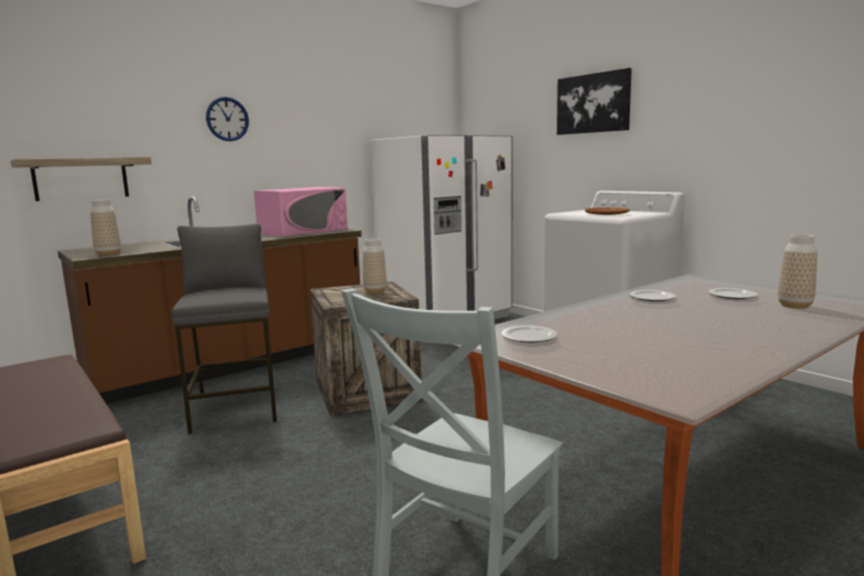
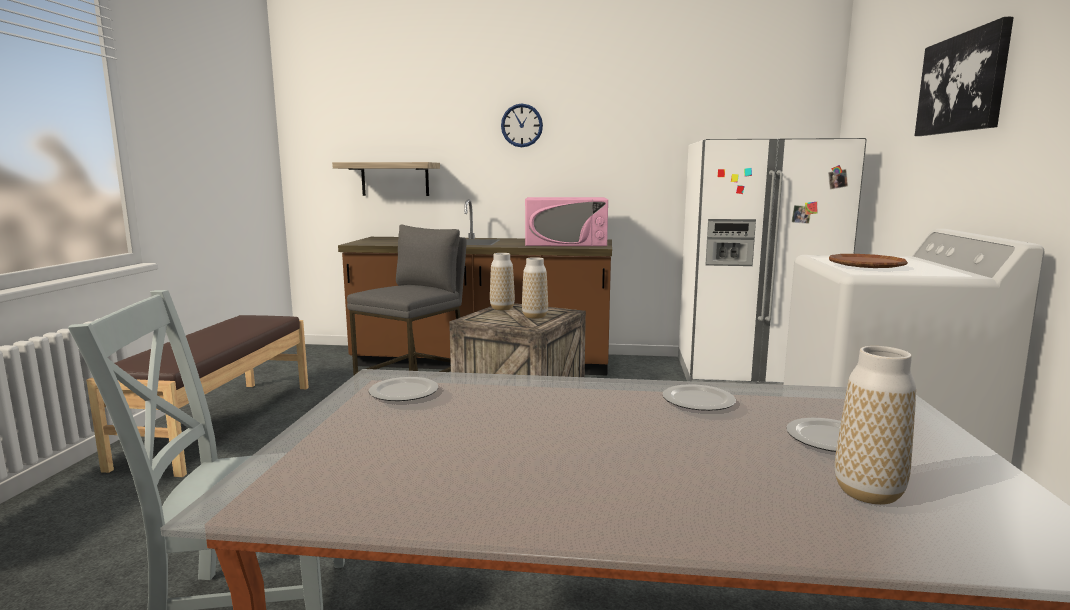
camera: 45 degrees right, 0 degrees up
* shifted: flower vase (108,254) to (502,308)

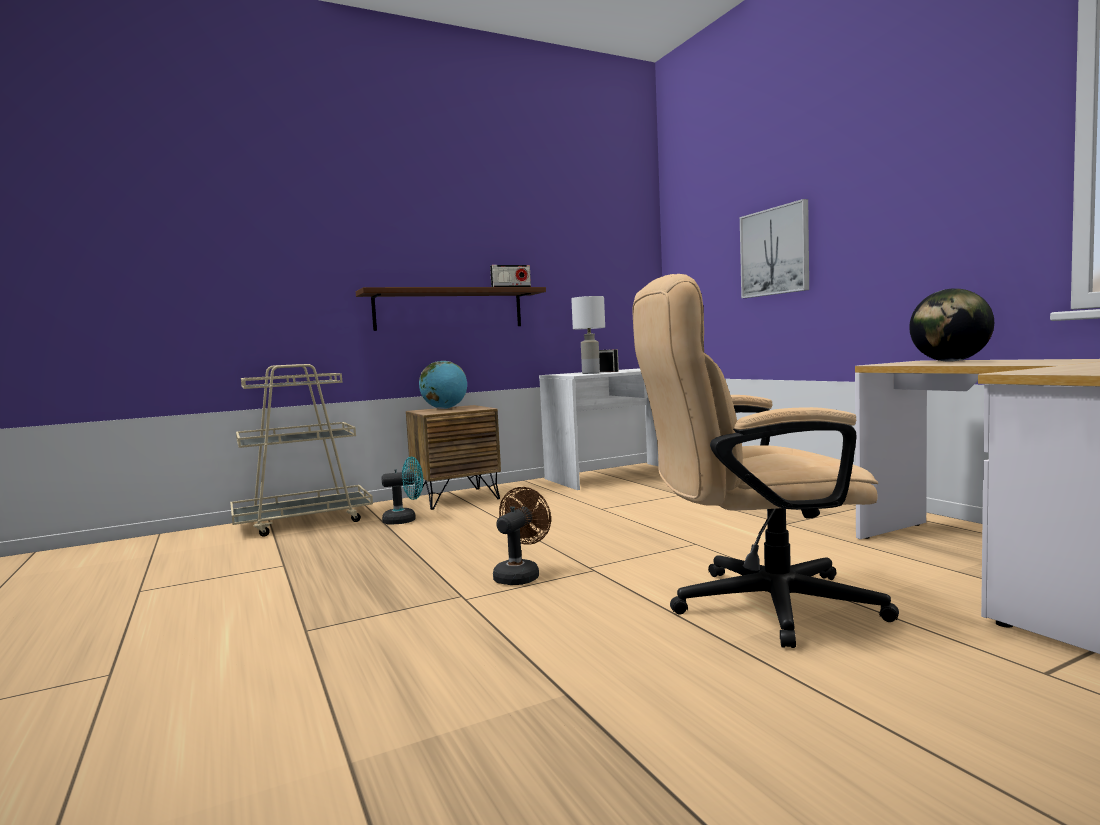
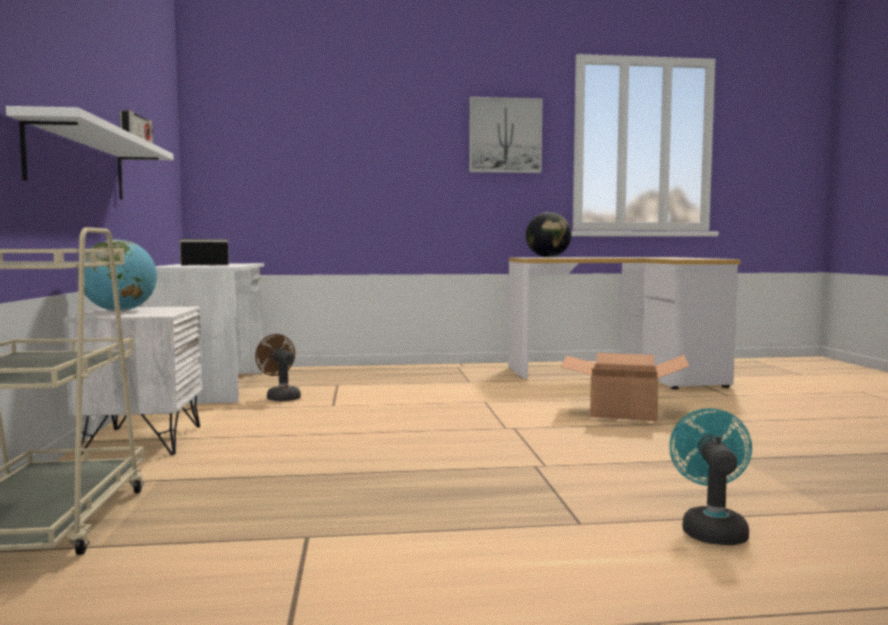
camera: 70 degrees left, 0 degrees up
* gone: white table lamp (591,373)
* shifted: turquoise electric fan (405,520) to (711,529)
* shifted: brown electric fan (520,575) to (280,397)
* shifted: wall art (775,251) to (505,135)
* swapped: beige office chair (754,605) to cardboard box (622,411)
* repainted: brown shelf (449,309) to white shelf (78,162)
* repainted: brown nightstand (456,498) to white nightstand (141,441)

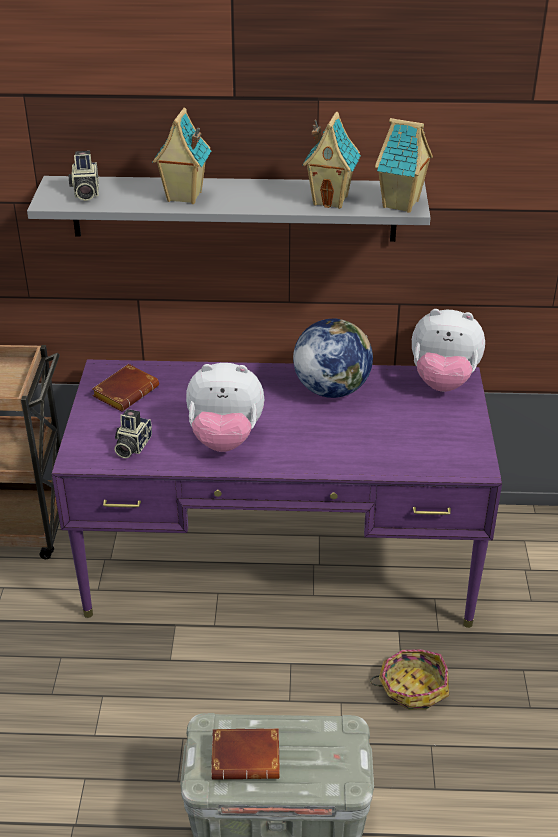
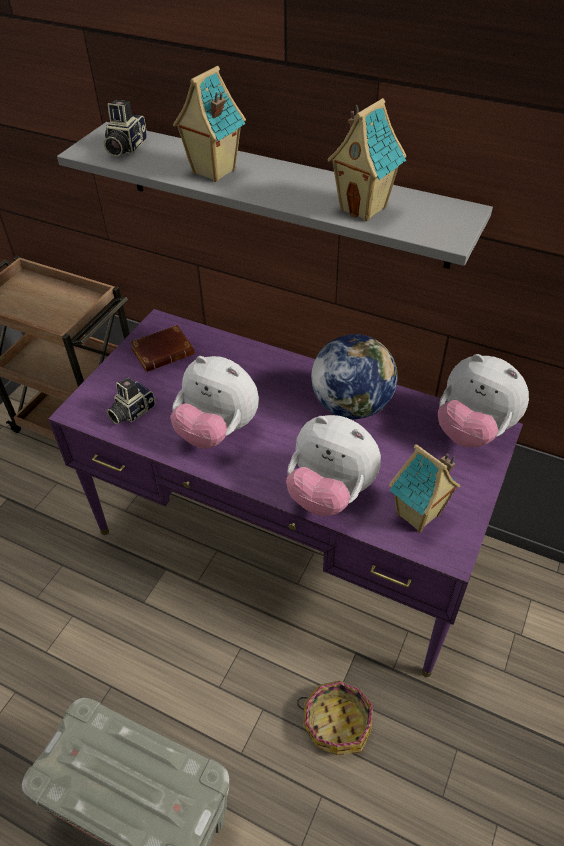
camera: 25 degrees right, 10 degrees up
* gone: brown bound book (248,757)
* new: plush toy (330,493)
* shifted: model house (401,204) to (418,516)

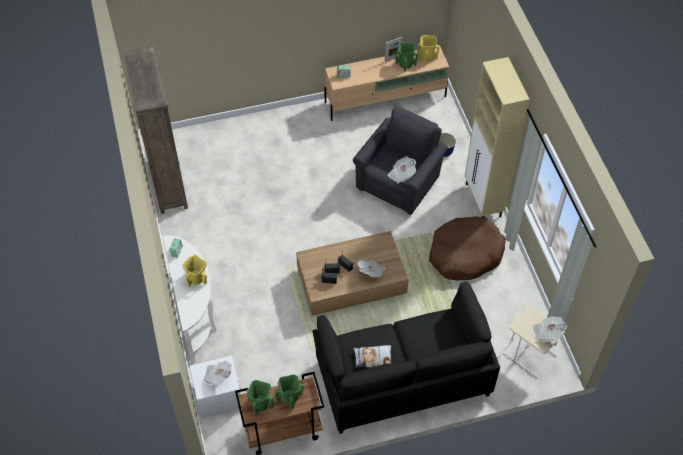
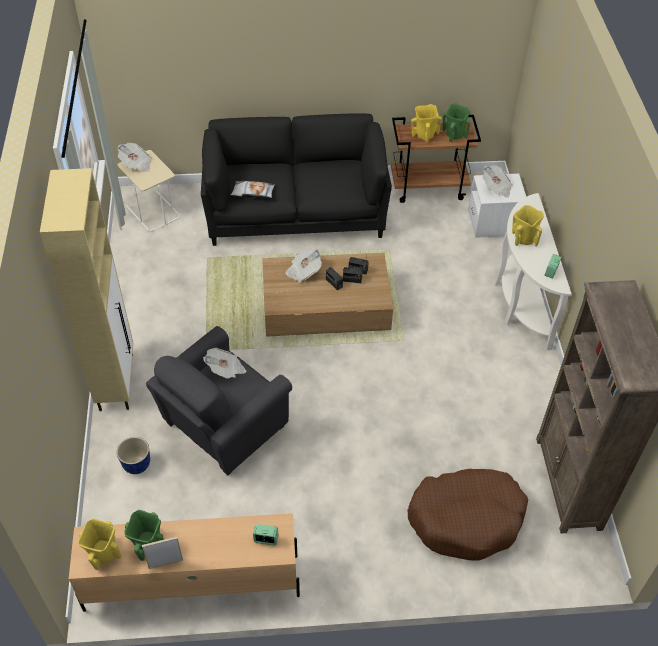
camera: 170 degrees left, 5 degrees down
* shifted: throw pillow (373,357) to (253,192)
* shifted: brown dog bed (465,254) to (466,519)
* repainted: green flower vase (290,398) to yellow-coloured flower vase (424,135)

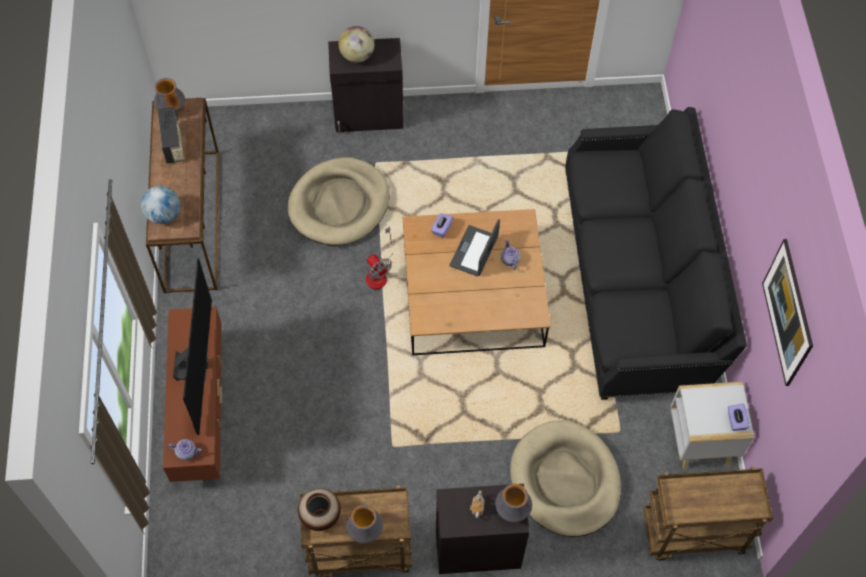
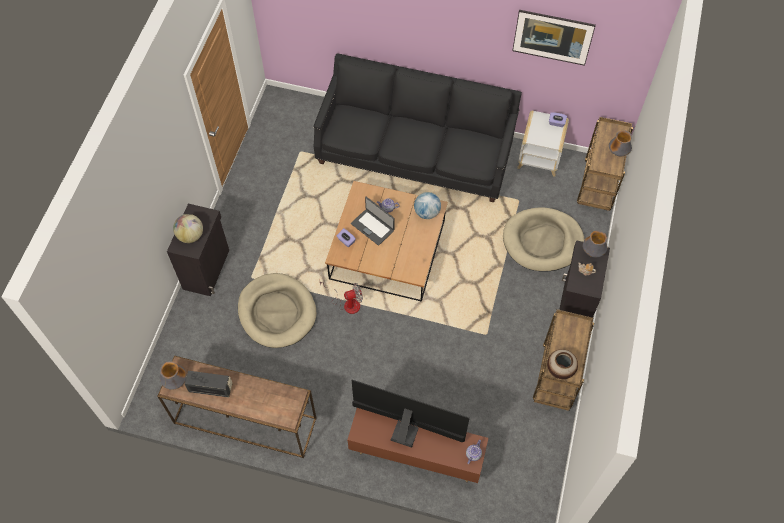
camera: 70 degrees left, 0 degrees up
* shifted: world globe (164,215) to (427,212)
* shifted: flower vase (365,531) to (618,153)

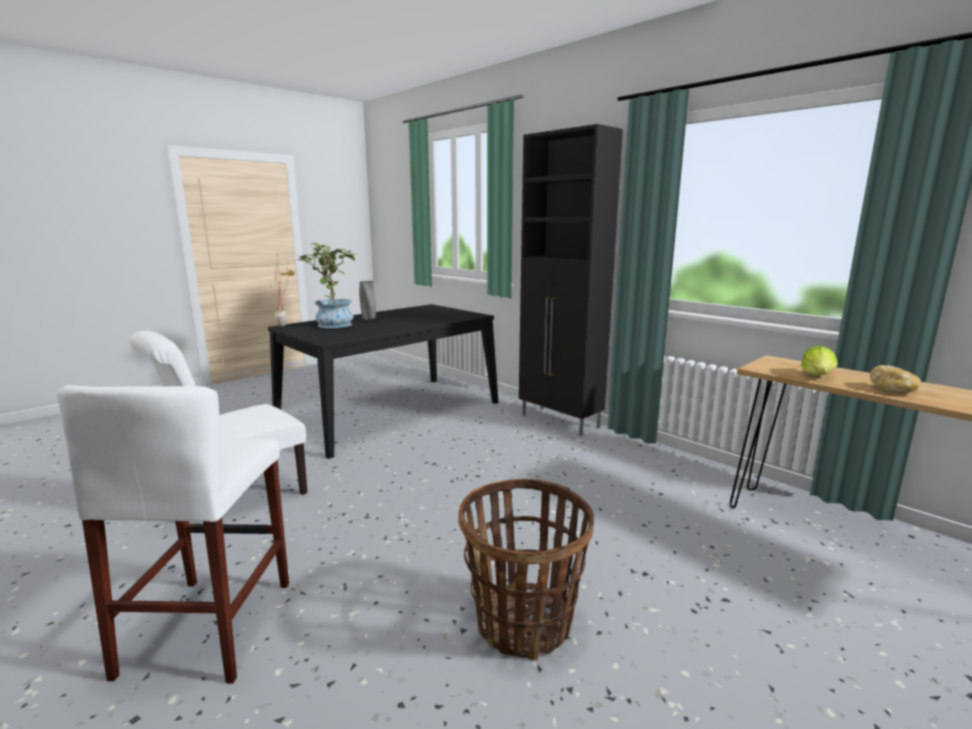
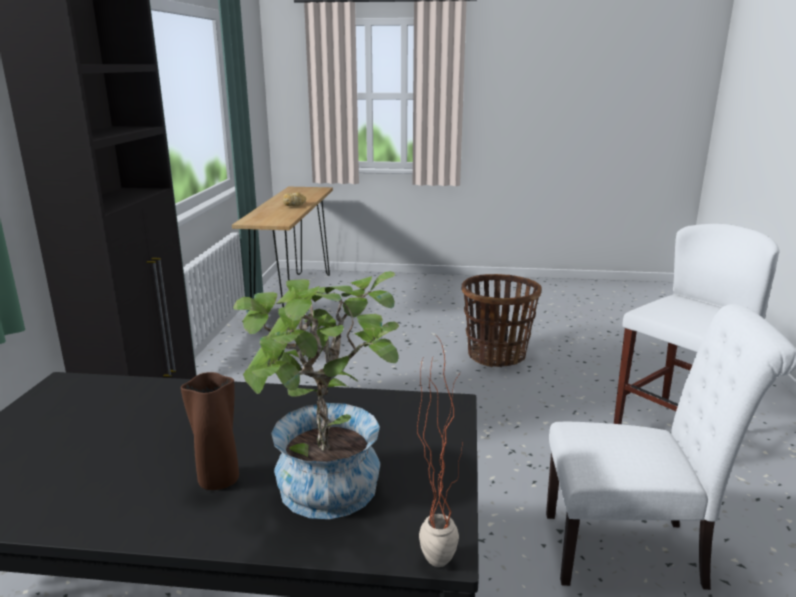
camera: 130 degrees left, 5 degrees up
* gone: lettuce (817,376)
* repainted: grey flower vase (368,319) to brown flower vase (219,481)

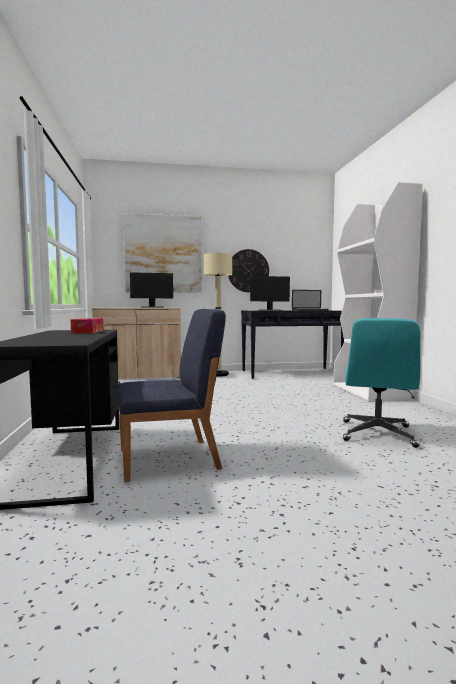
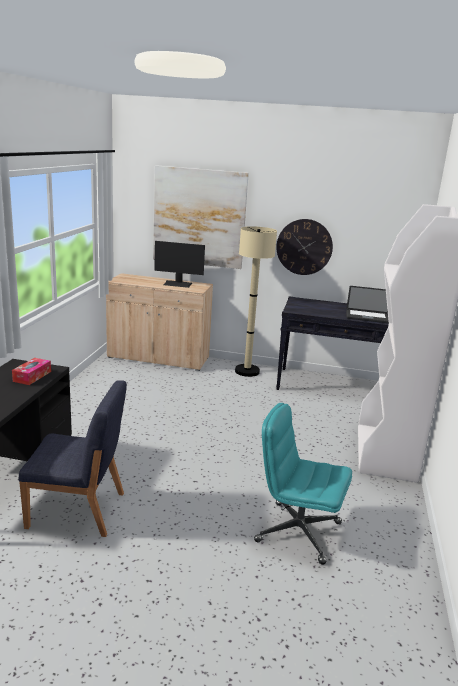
camera: 20 degrees right, 15 degrees up
* gone: computer screen (271,310)
* rotated: turquoise office chair (377,434) = (297,532) 75 degrees clockwise

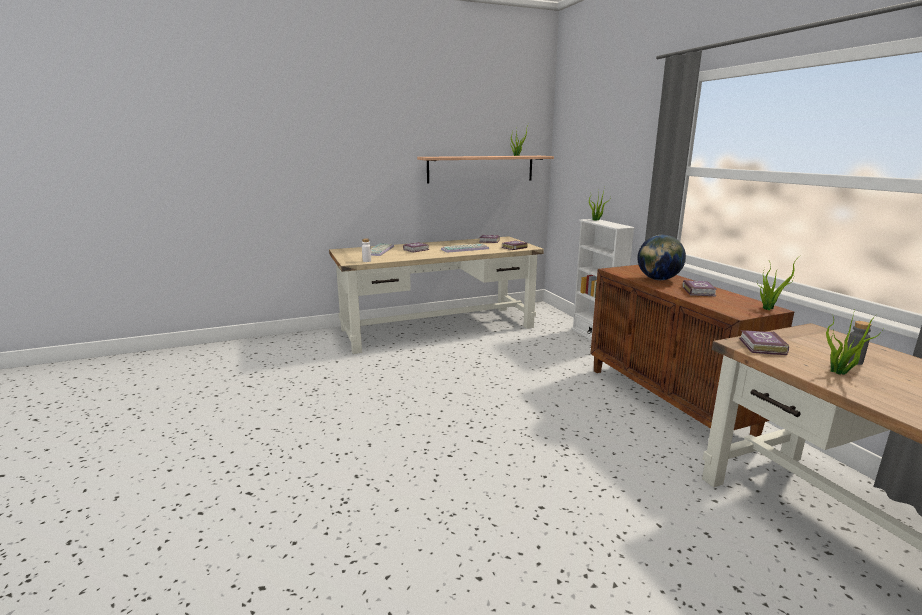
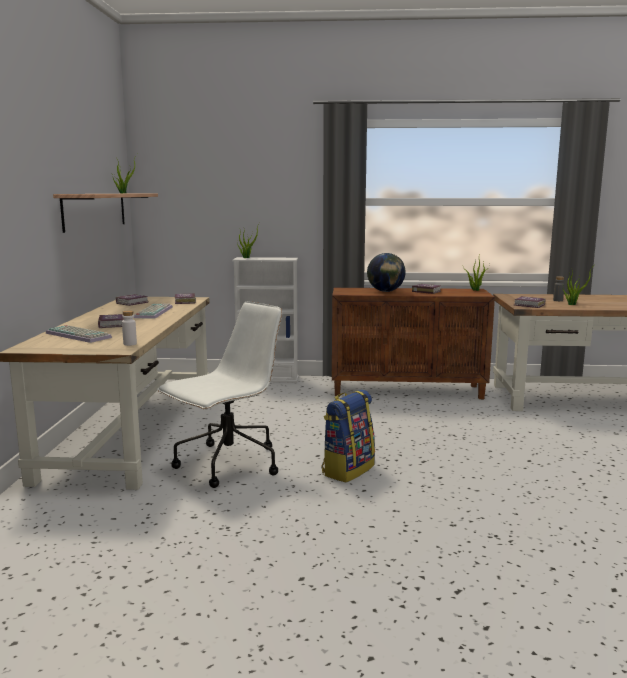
camera: 65 degrees left, 5 degrees down
* new: white office chair (227,465)
* new: backpack (347,469)

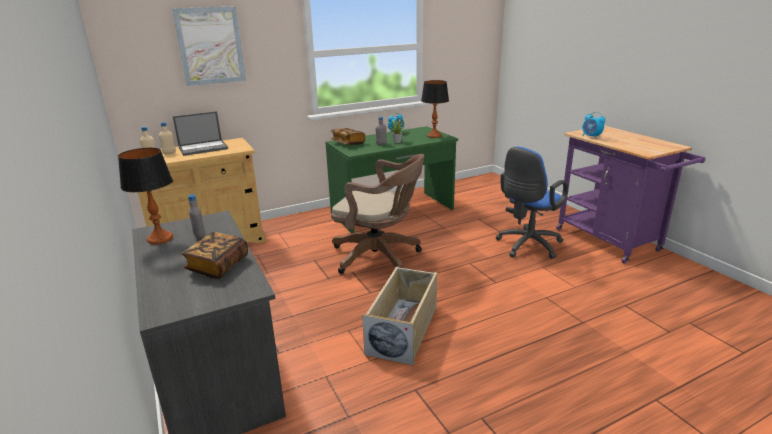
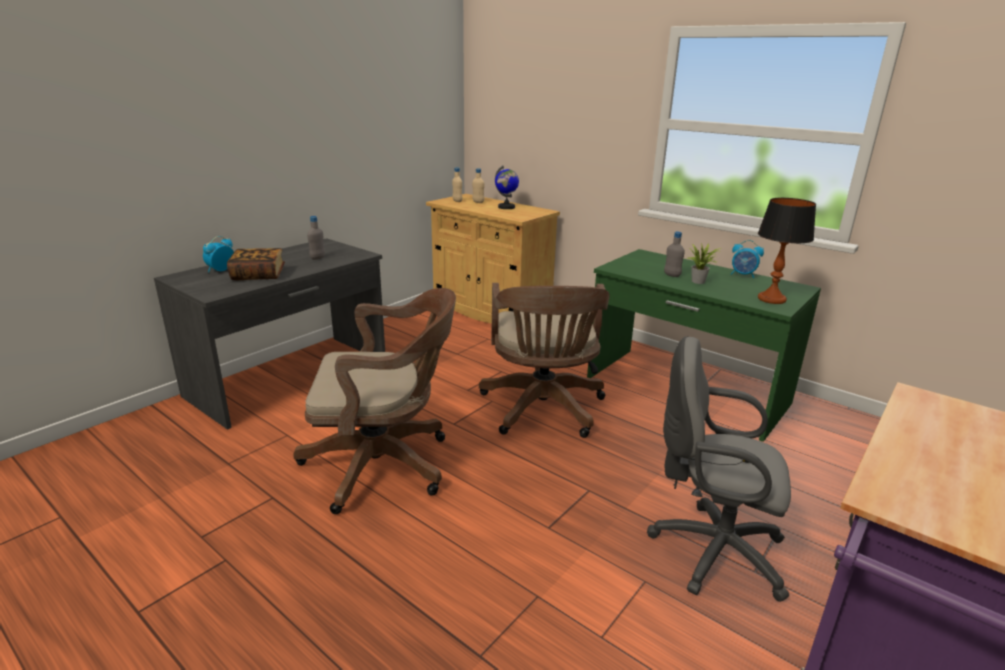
camera: 65 degrees right, 0 degrees up
* gone: table lamp (160,238)
* gone: wall art (210,46)
* gone: bound book (348,143)
* shifted: table clock (591,137) to (220,270)
* swapped: notebook computer (204,148) to world globe (506,207)
* swapped: beige storage box (403,329) to brown office chair (385,465)
* repainted: bluish office chair (527,246) to grey office chair (710,550)

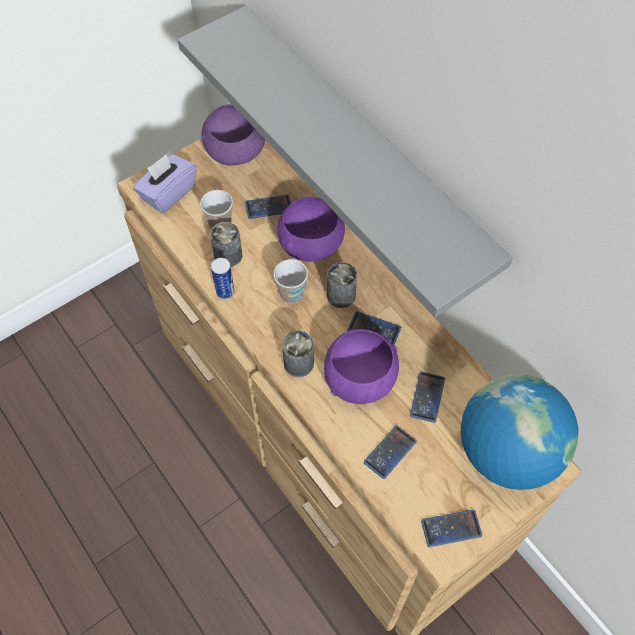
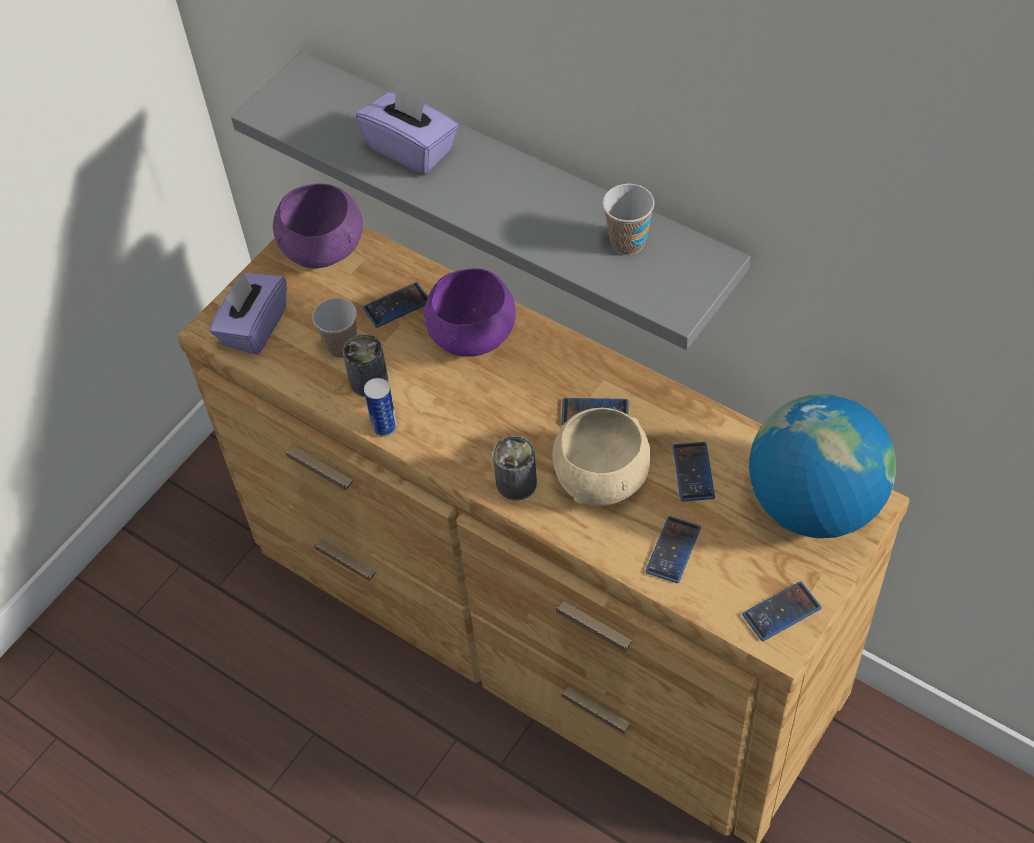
camera: 15 degrees left, 5 degrees down
* gone: metal can (341,295)
* new: purple-coloured box of tissues (411,149)
* shifted: cup (291,294) to (627,242)
* repainted: purple-coloured bowl (360,379) to beige bowl (601,477)

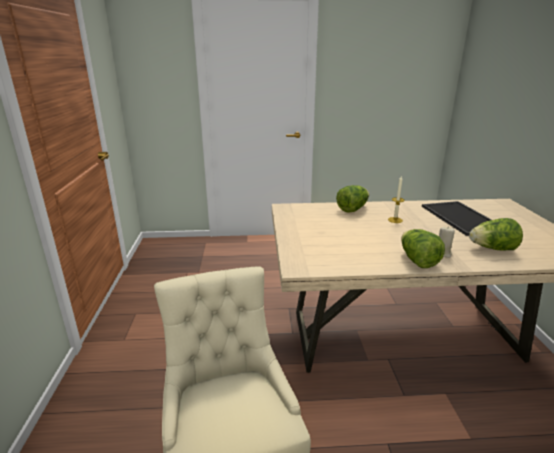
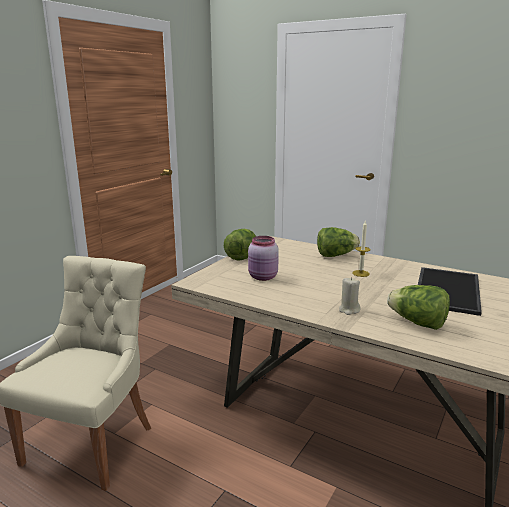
camera: 35 degrees right, 5 degrees down
* new: pink jar (263,277)
* shifted: lettuce (417,261) to (242,256)

